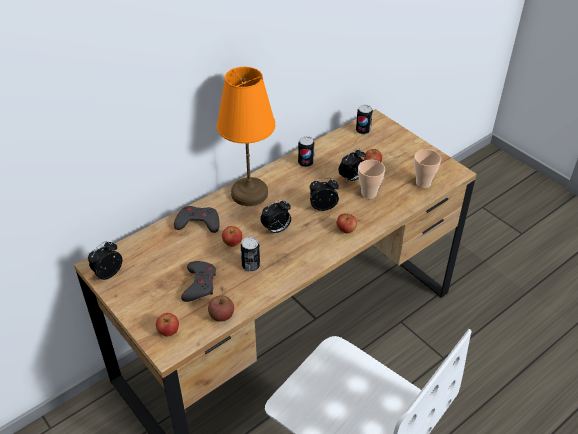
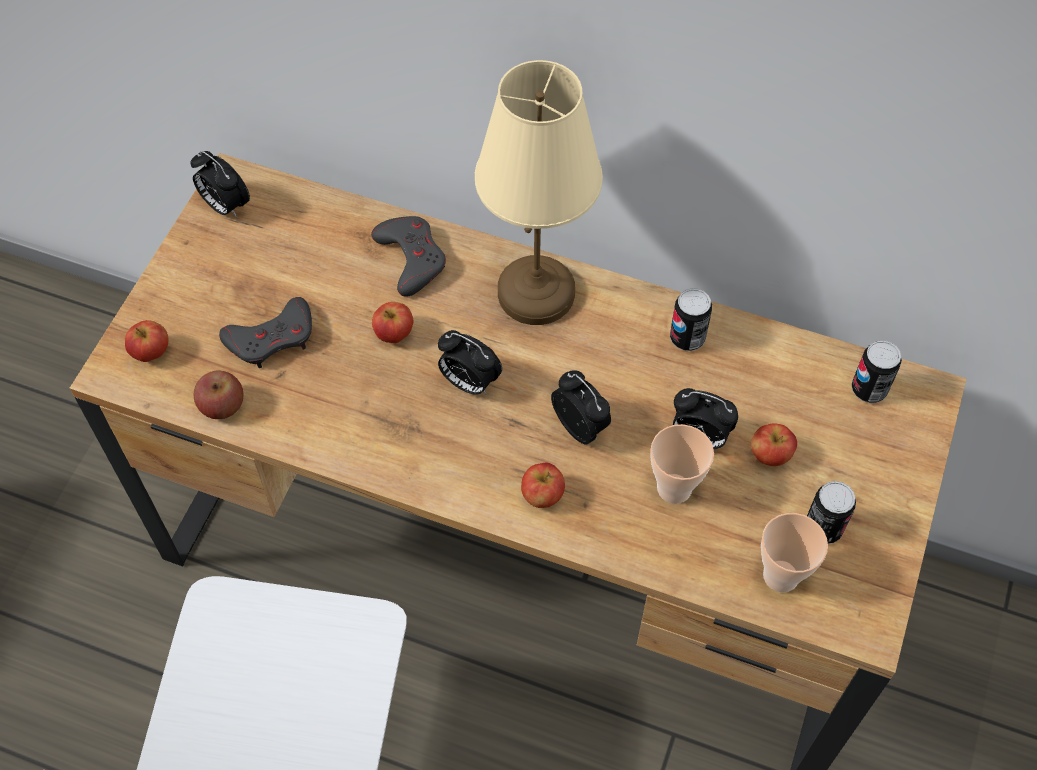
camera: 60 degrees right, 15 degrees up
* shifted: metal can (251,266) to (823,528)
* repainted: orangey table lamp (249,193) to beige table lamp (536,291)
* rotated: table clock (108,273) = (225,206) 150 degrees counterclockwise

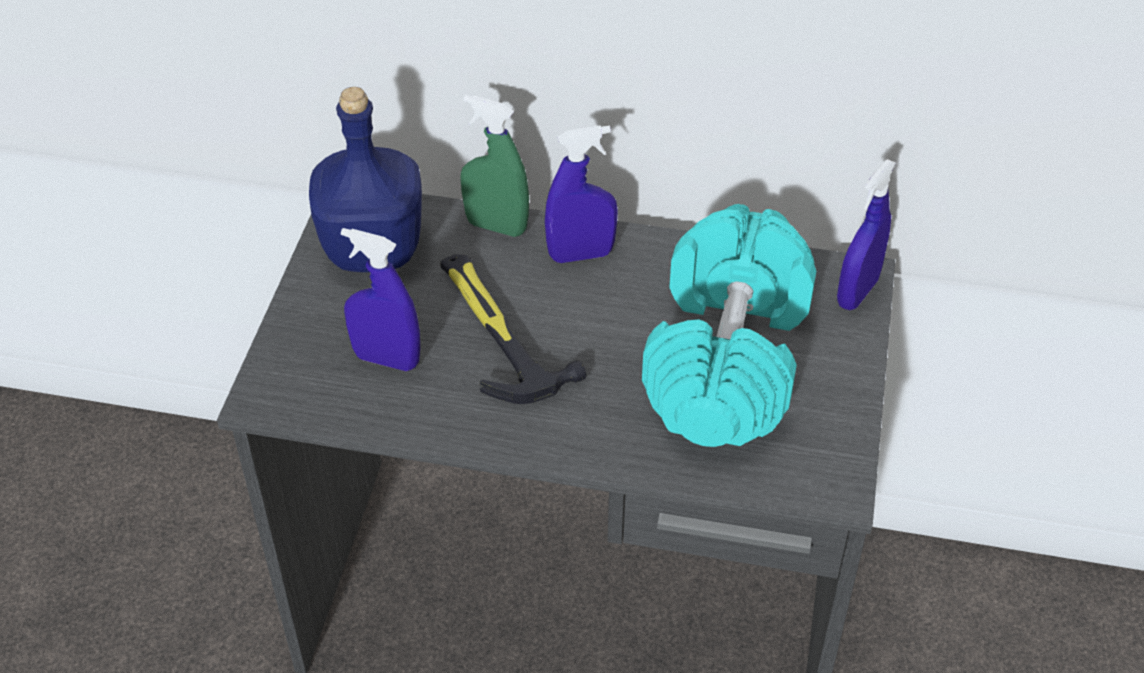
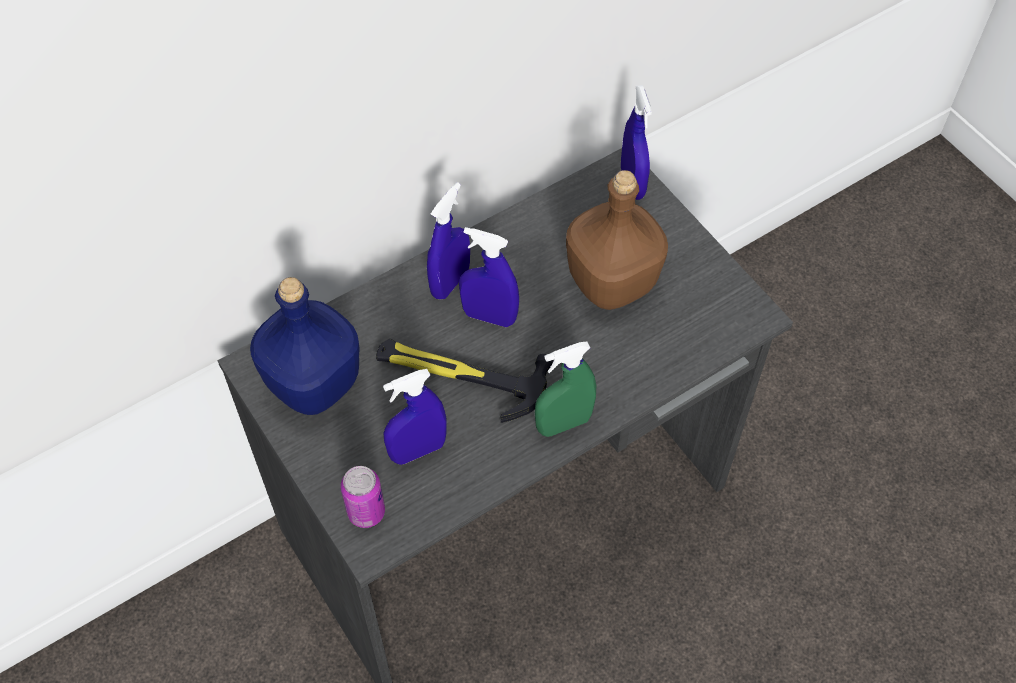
camera: 45 degrees left, 10 degrees up
* new: metal can (366,512)
* new: bluish sprayer (489,316)
* shifted: green sprayer (496,226) to (563,424)
* swapped: turquoise dumbbell (725,358) to brown beverage bottle (610,283)

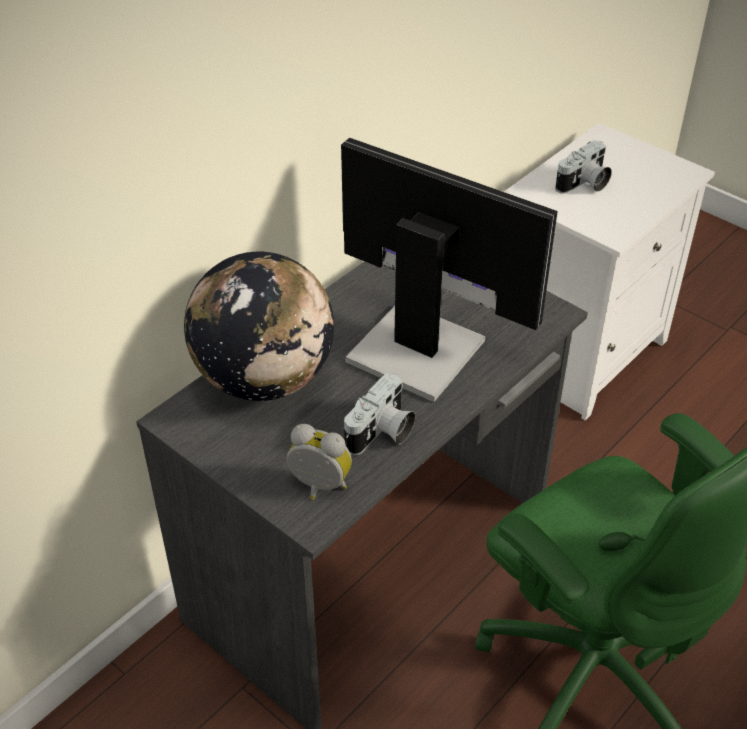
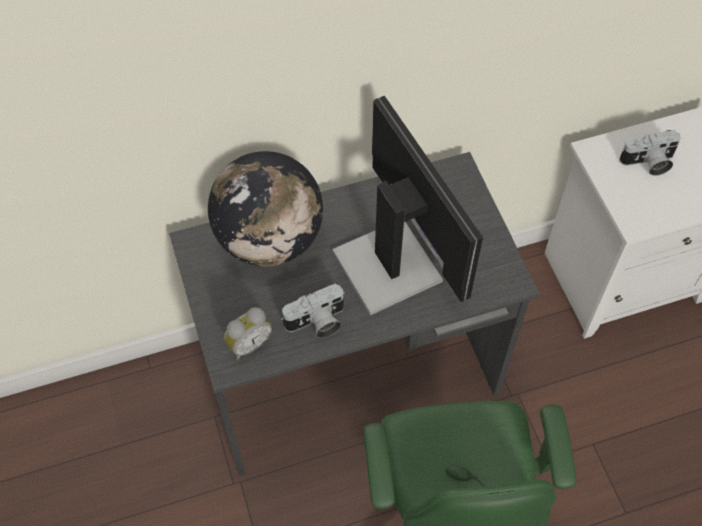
camera: 30 degrees right, 15 degrees up
* rotated: table clock (318,488) = (248,344) 90 degrees clockwise

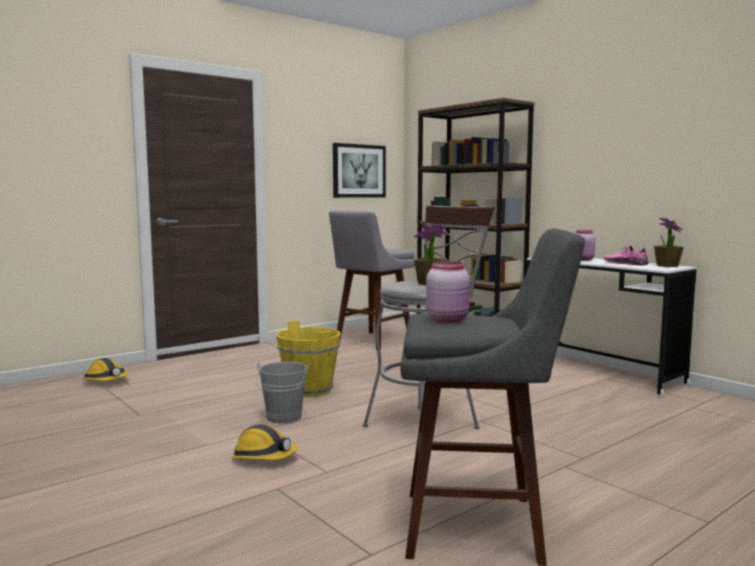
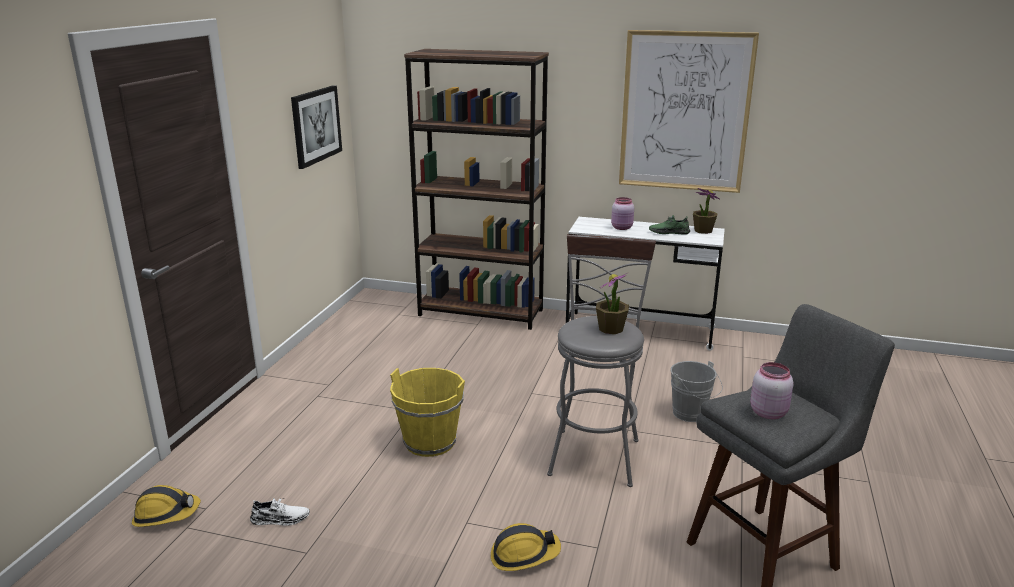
camera: 35 degrees left, 15 degrees up
* gone: grey sitting stool (371,341)
* new: white shoe (280,519)
* new: wall art (685,112)
* shifted: grey pail (283,419) to (691,415)
* repainted: pink shoe (625,264) to green shoe (669,232)

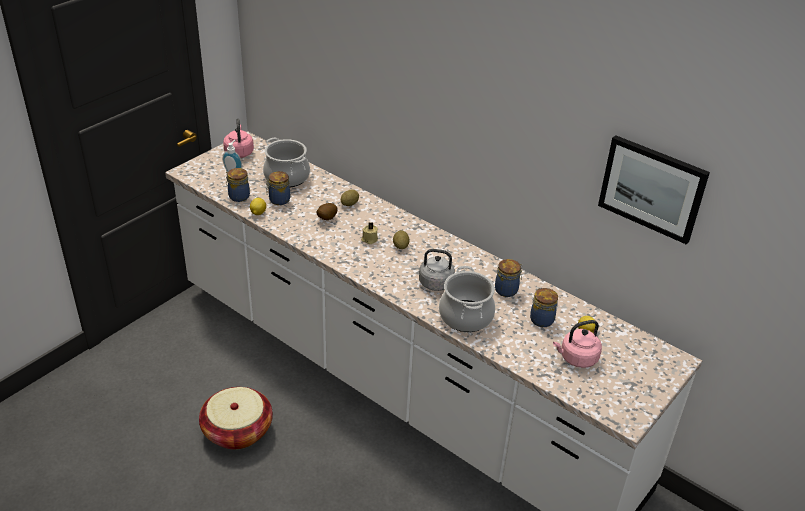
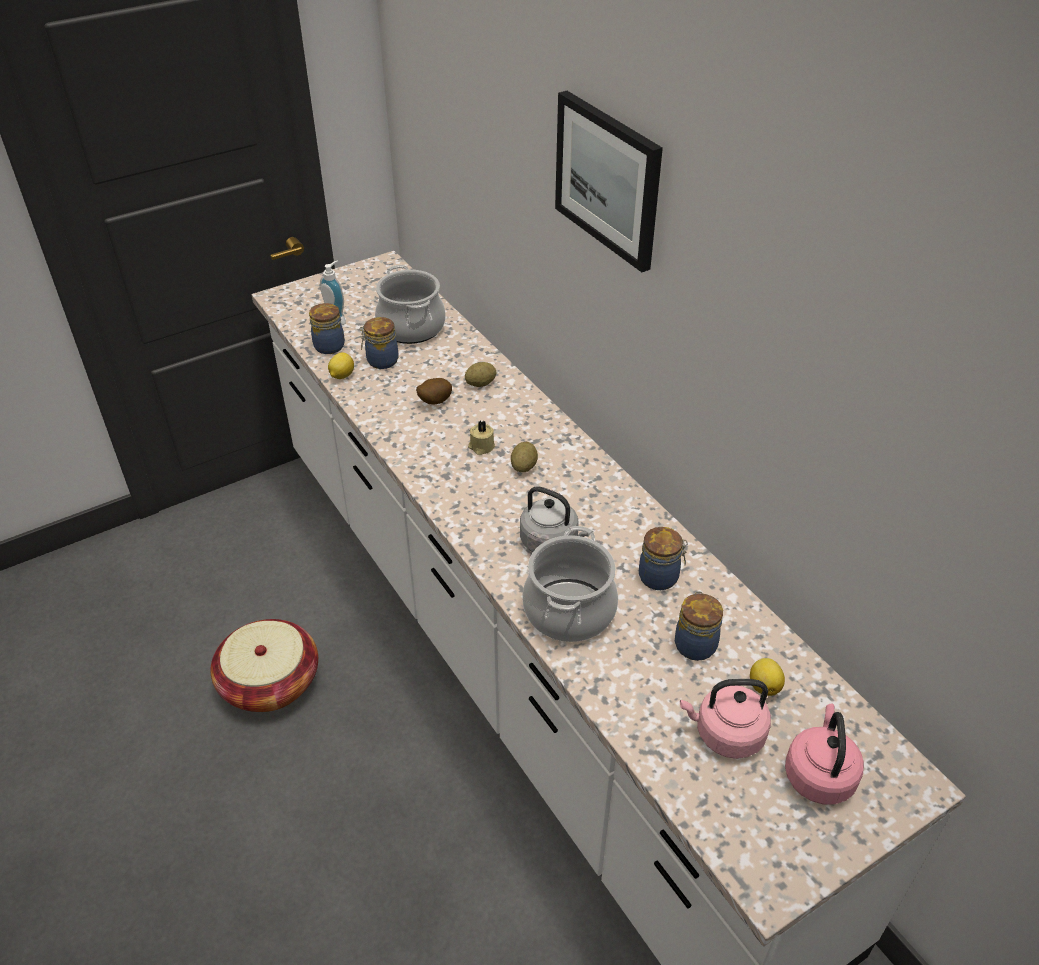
camera: 20 degrees right, 5 degrees up
* shifted: pink water kettle (239,152) to (819,774)
* shifted: wall art (652,188) to (608,179)

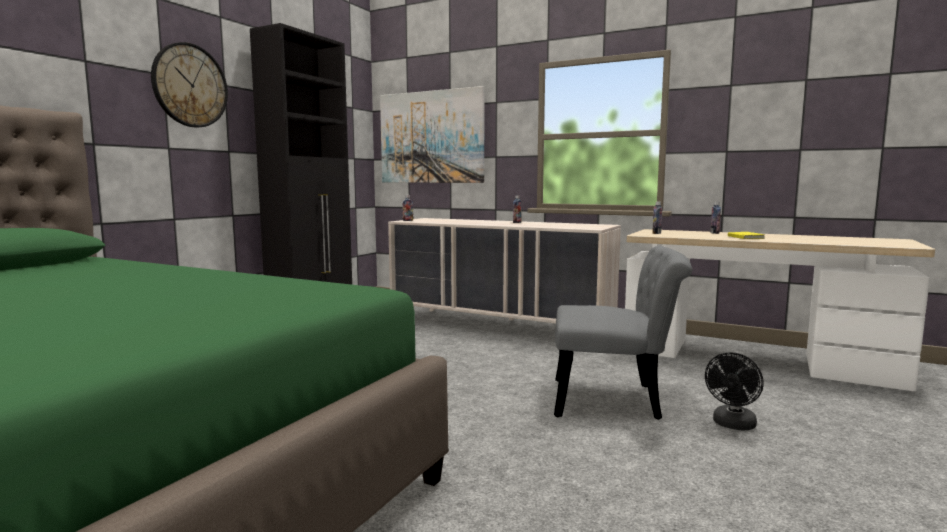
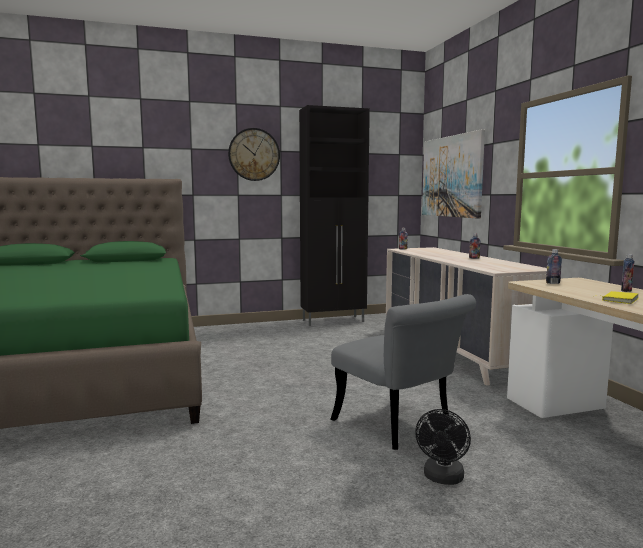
camera: 45 degrees right, 0 degrees up
* rotated: black electric fan (733,425) = (442,478) 60 degrees counterclockwise

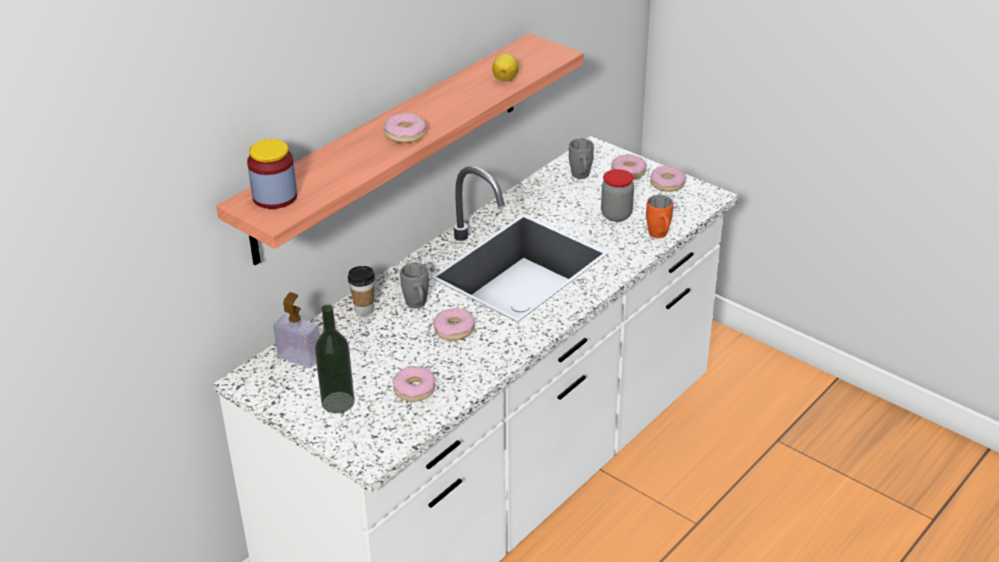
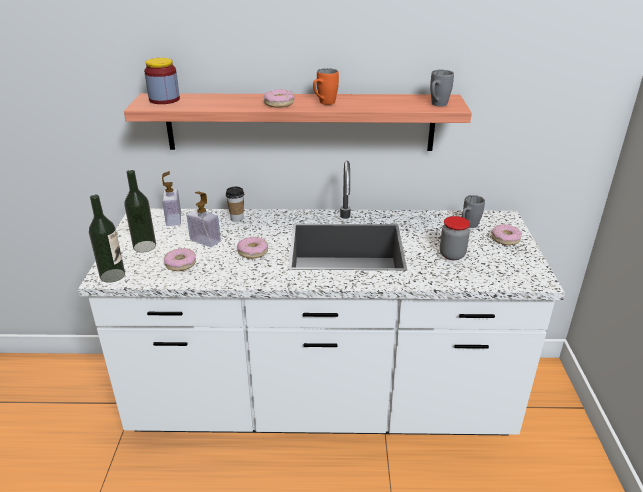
camera: 50 degrees right, 5 degrees down
* gone: citrus fruit (506,78)
* gone: donut (667,184)
* new: beverage bottle (112,275)
* new: liquid soap bottle (205,241)
* shifted: grey coffee mug (417,306) to (437,105)
* shifted: orangey coffee mug (659,236) to (324,103)

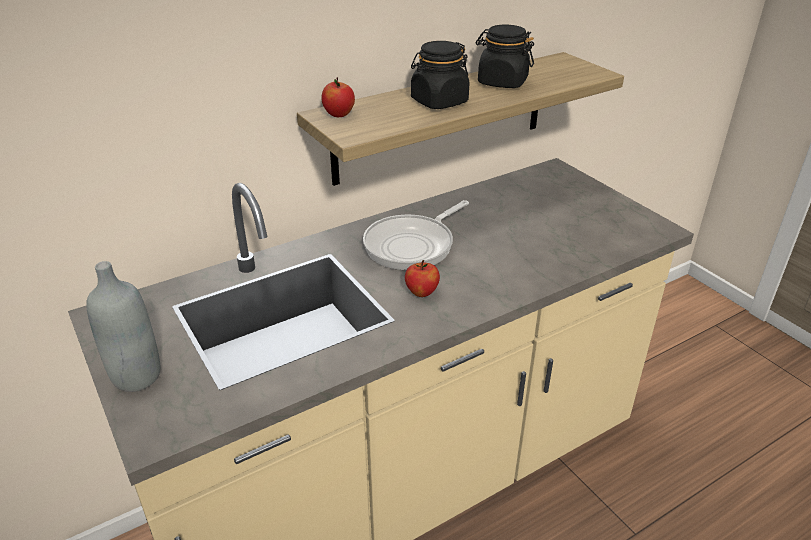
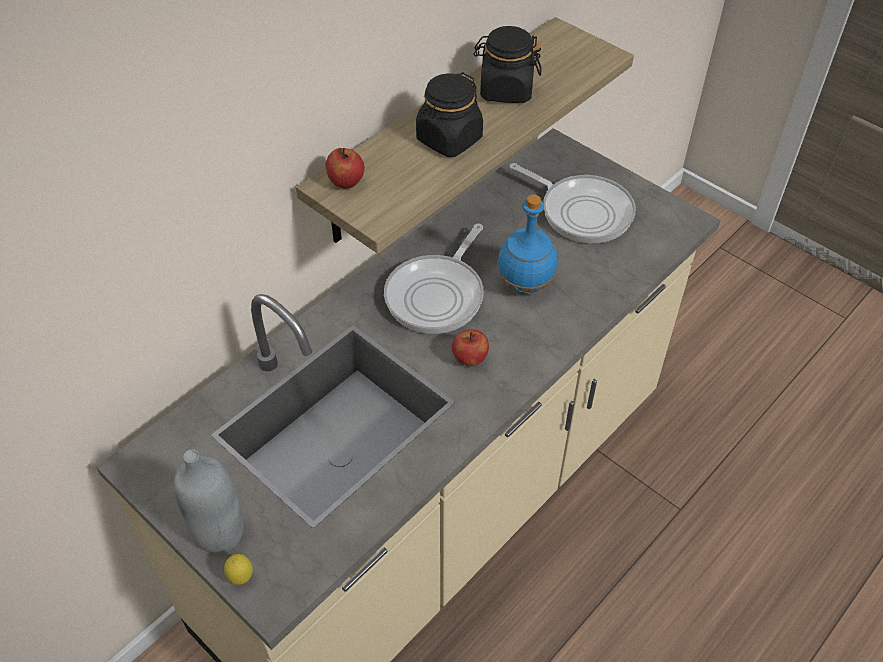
camera: 15 degrees left, 15 degrees up
* new: citrus fruit (241,578)
* new: bluish beverage bottle (524,286)
* new: skillet (581,211)

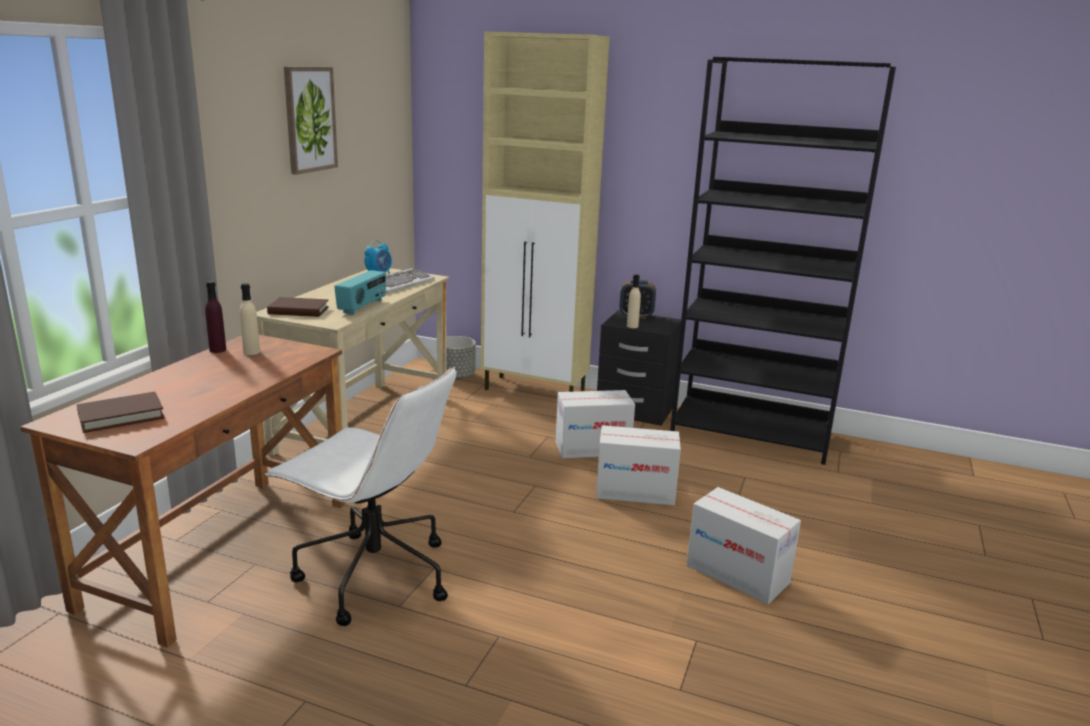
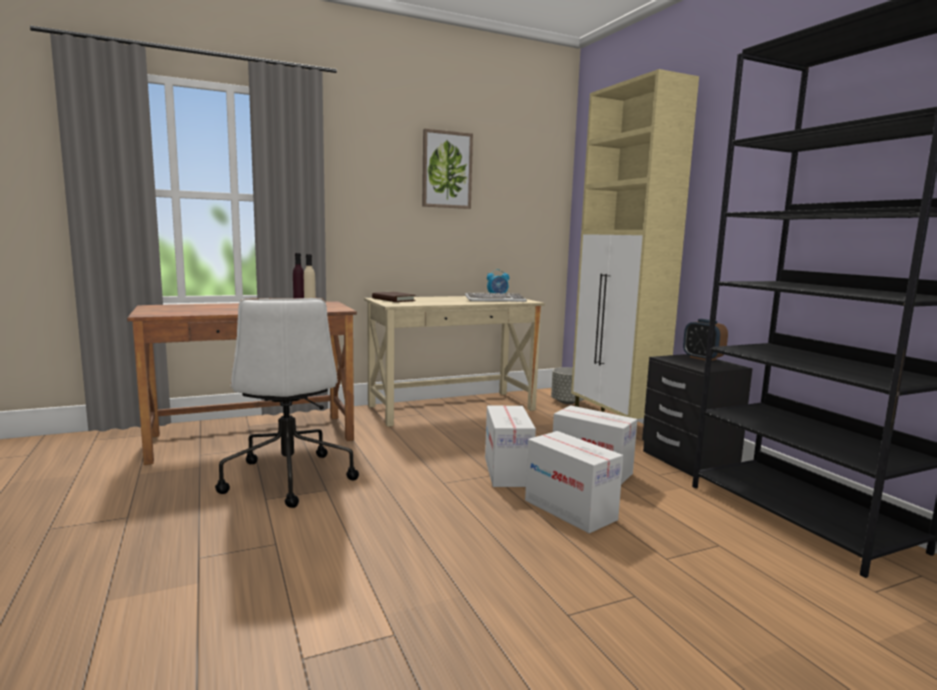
camera: 45 degrees right, 10 degrees down
* gone: brown bound book (121,416)
* gone: radio (362,307)
* gone: beige beverage bottle (632,326)
* shifted: cardboard box (738,574) to (507,471)

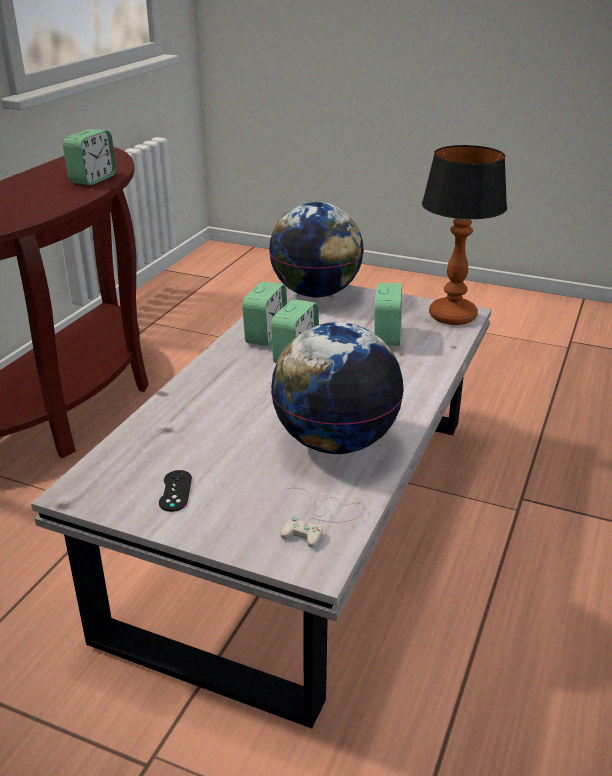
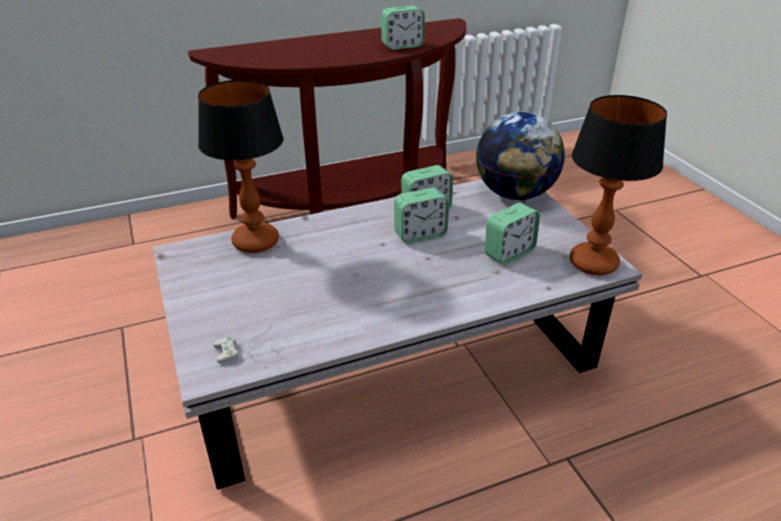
camera: 45 degrees right, 5 degrees up
* gone: black joypad (175,491)
* gone: world globe (335,442)
* new: table lamp (256,241)

